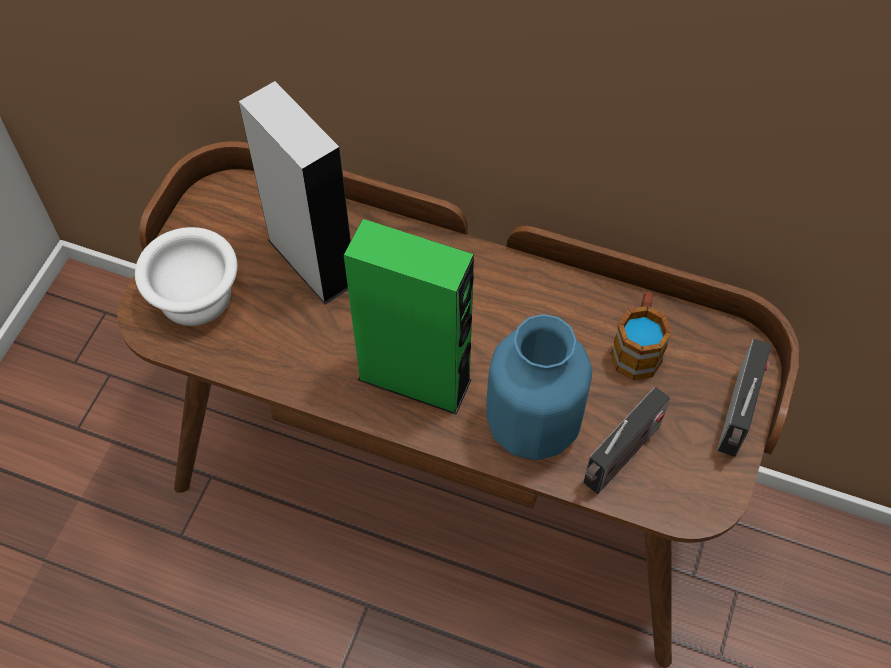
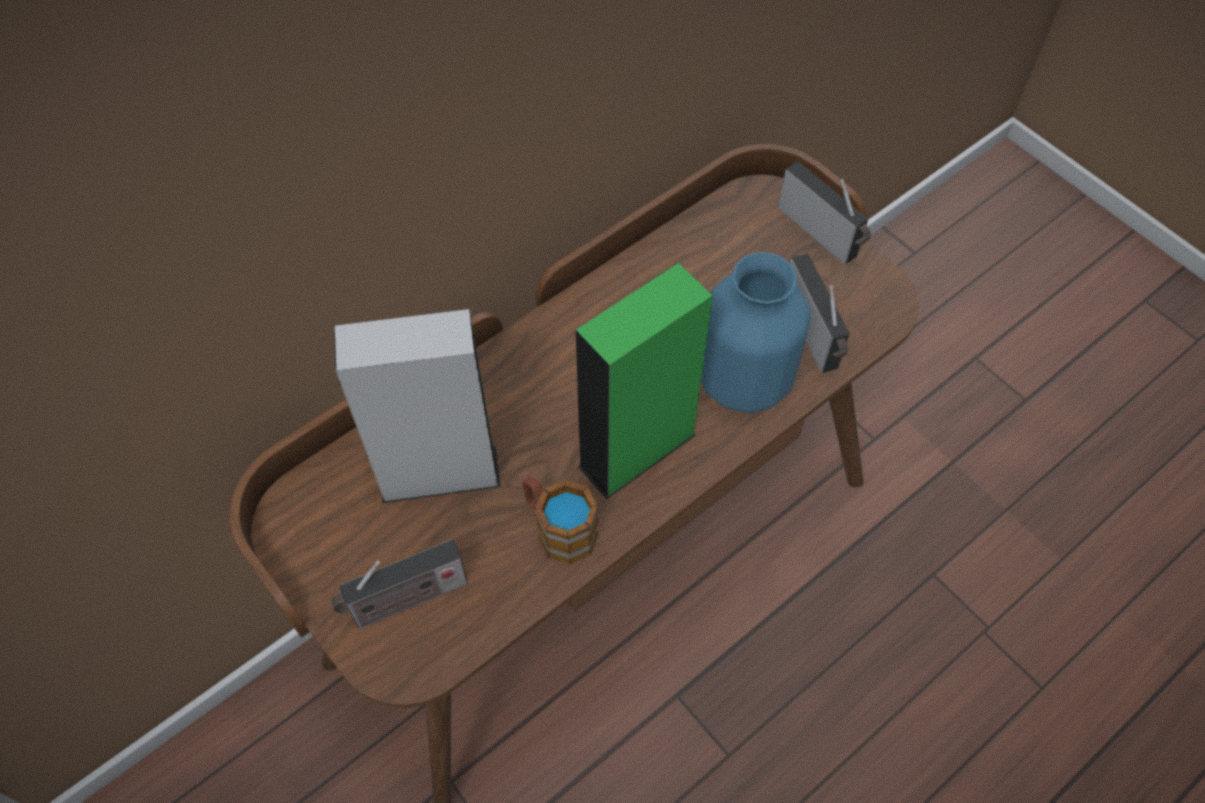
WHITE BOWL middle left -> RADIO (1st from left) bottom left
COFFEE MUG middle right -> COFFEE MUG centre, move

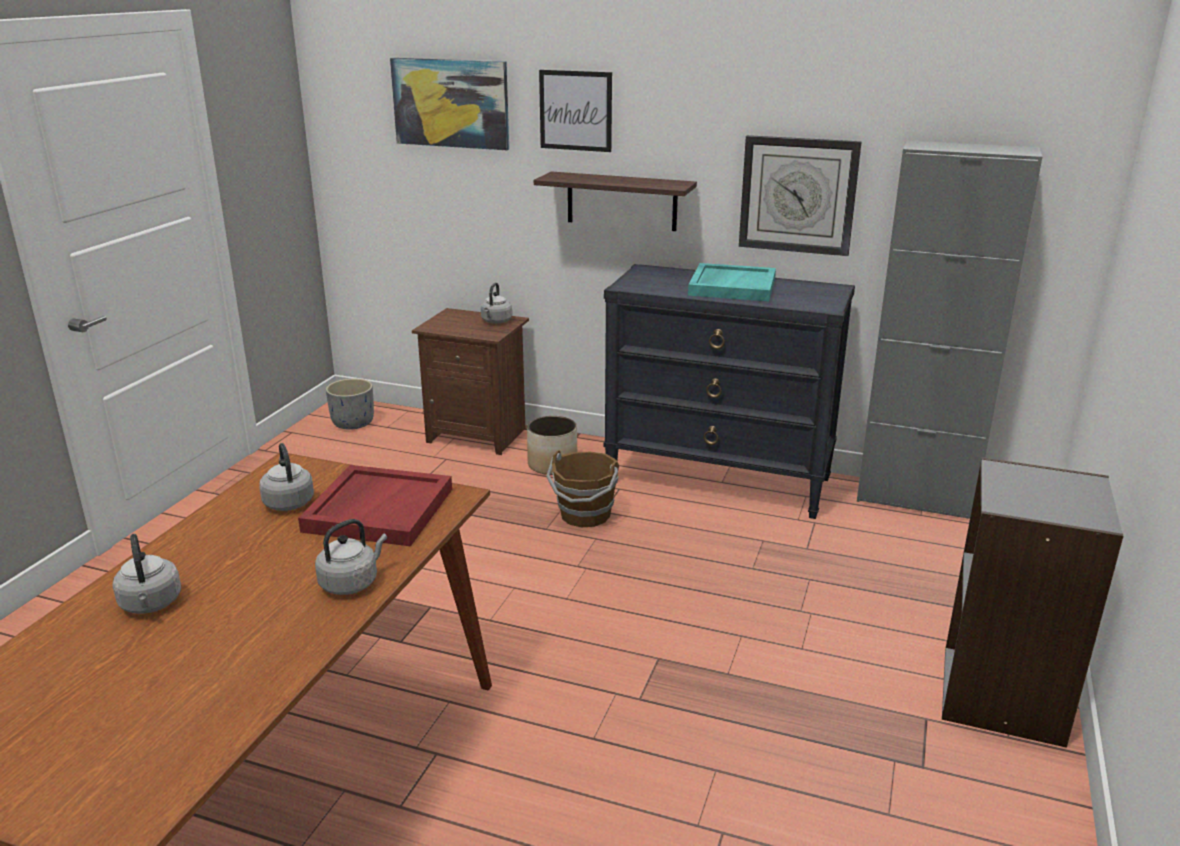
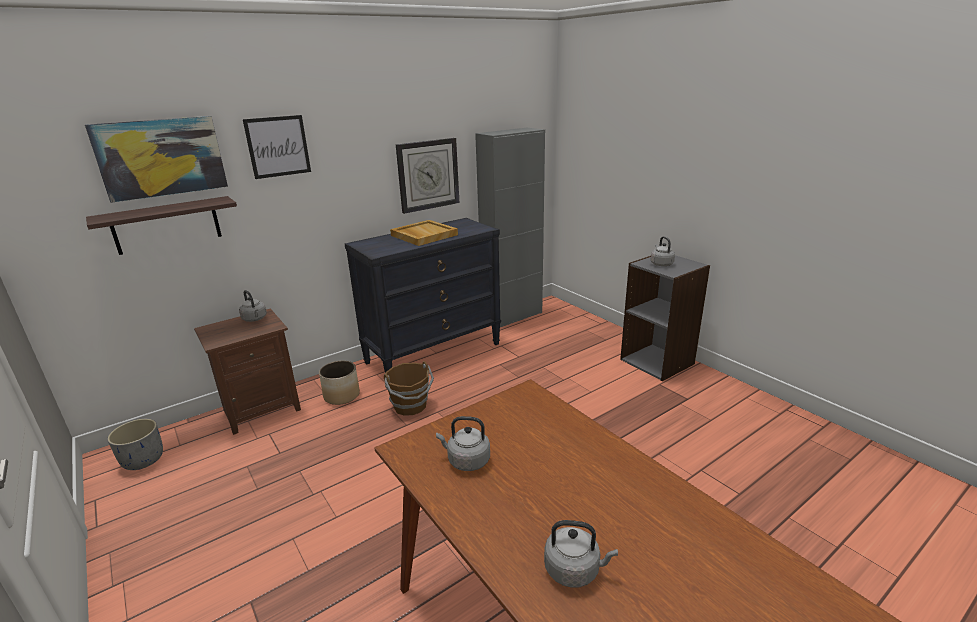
WALL SHELF top centre -> WALL SHELF middle left, move
TURQUOISE-COLOURED SERVING TRAY centre -> BEIGE SERVING TRAY centre
GREY KETTLE (3rd from left in the first image) middle left -> GREY KETTLE (4th from left) middle right, move
REDDISH SERVING TRAY middle left -> none

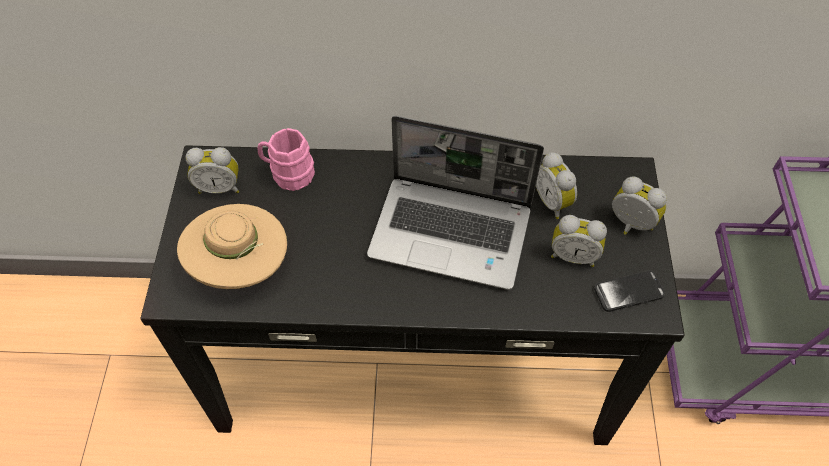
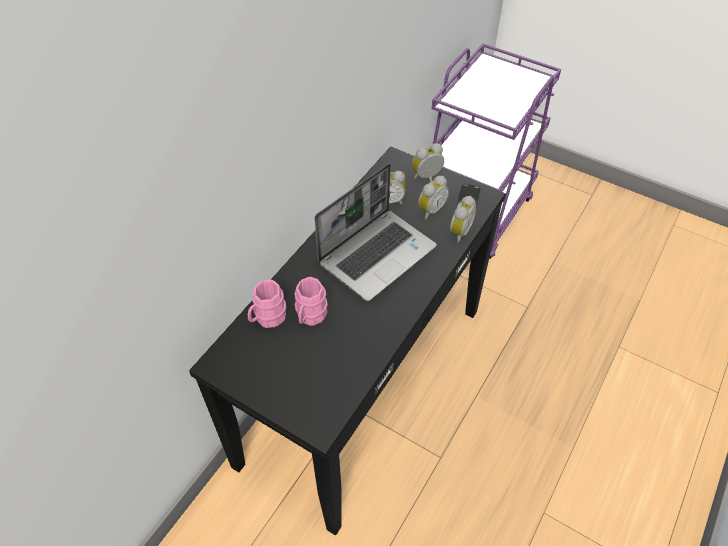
none -> PINKISH COFFEE MUG (2nd from left) centre
BEDSIDE CLOCK (1st from left in the first image) middle left -> BEDSIDE CLOCK (4th from left) centre, move
BEIGE WEARABLE HAT middle left -> none

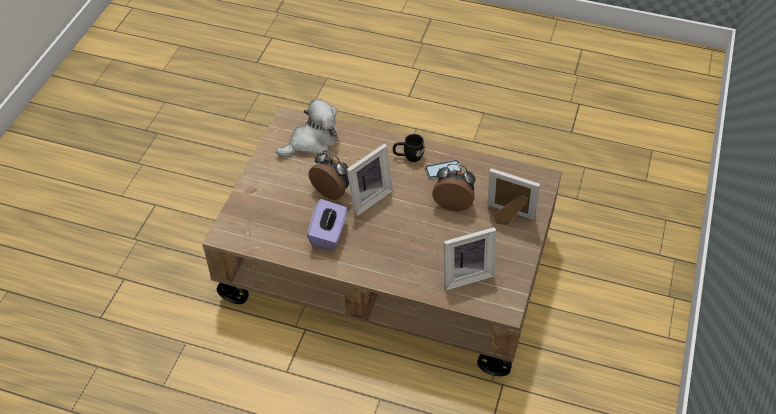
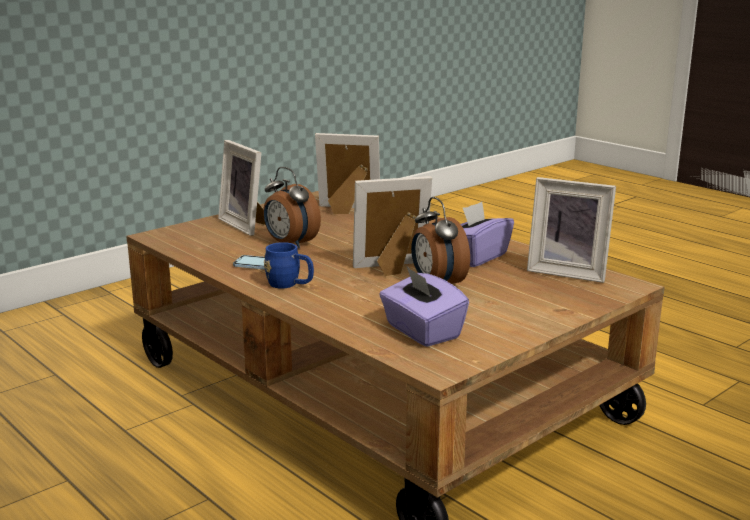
BLACK-COLOURED COFFEE MUG centre -> BLUE-COLOURED COFFEE MUG centre
SOFT TOY top centre -> PURPLISH TISSUE HOLDER (1st from left) centre
none -> PHOTO FRAME (4th from left) middle right

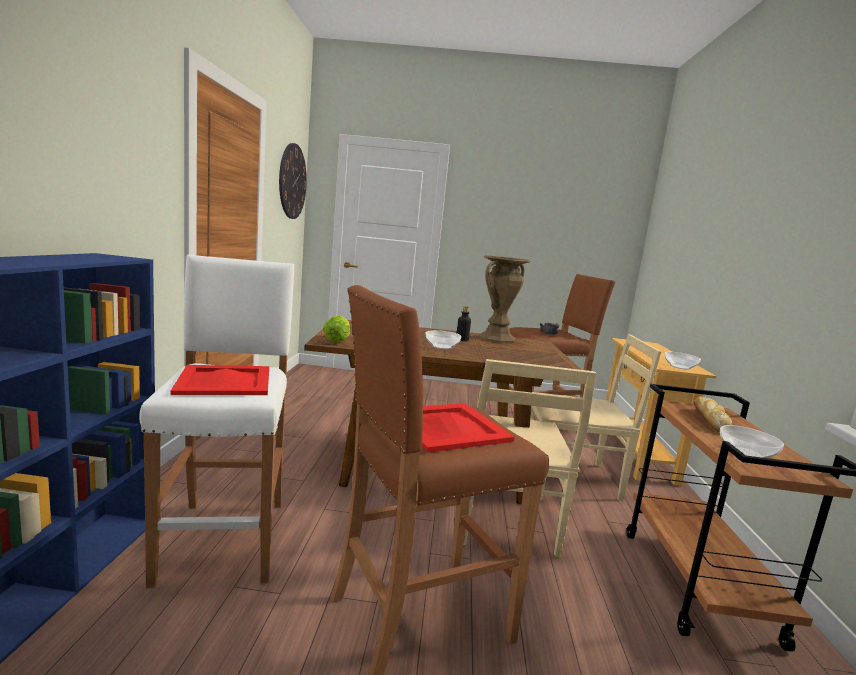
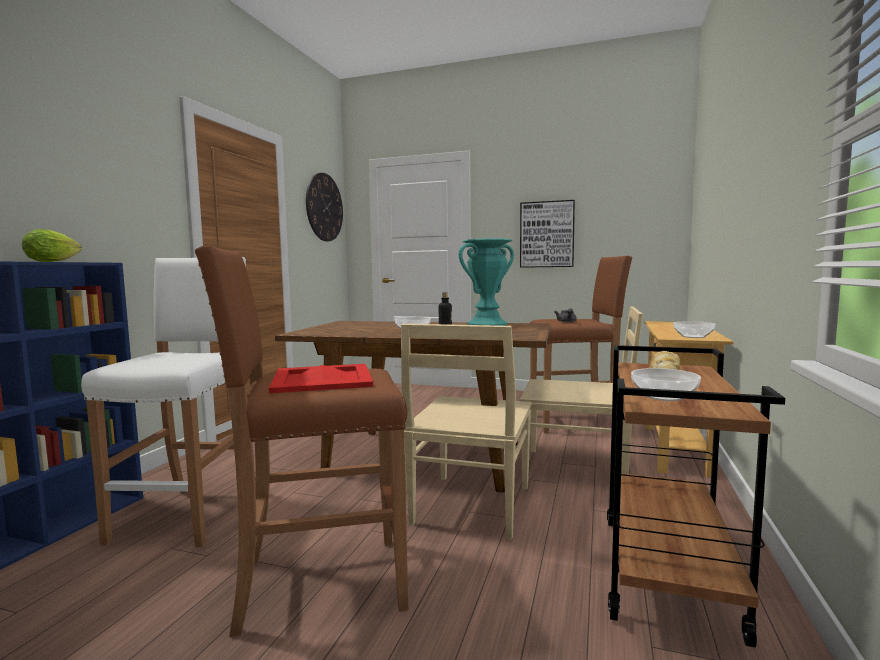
LETTUCE HEAD centre -> LETTUCE HEAD middle left, move
BROWNISH DECORATIVE VASE centre -> TURQUOISE-COLOURED DECORATIVE VASE centre
none -> WALL ART centre
REDDISH SERVING TRAY (1st from left) middle left -> none

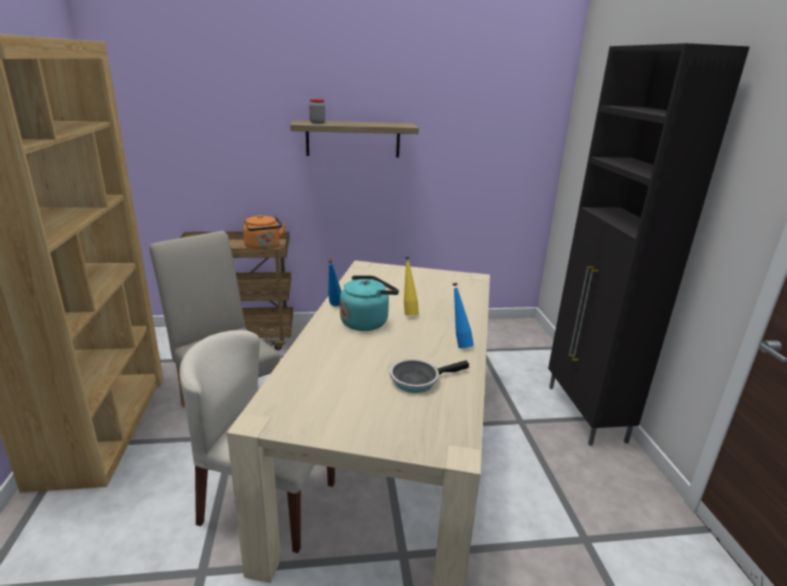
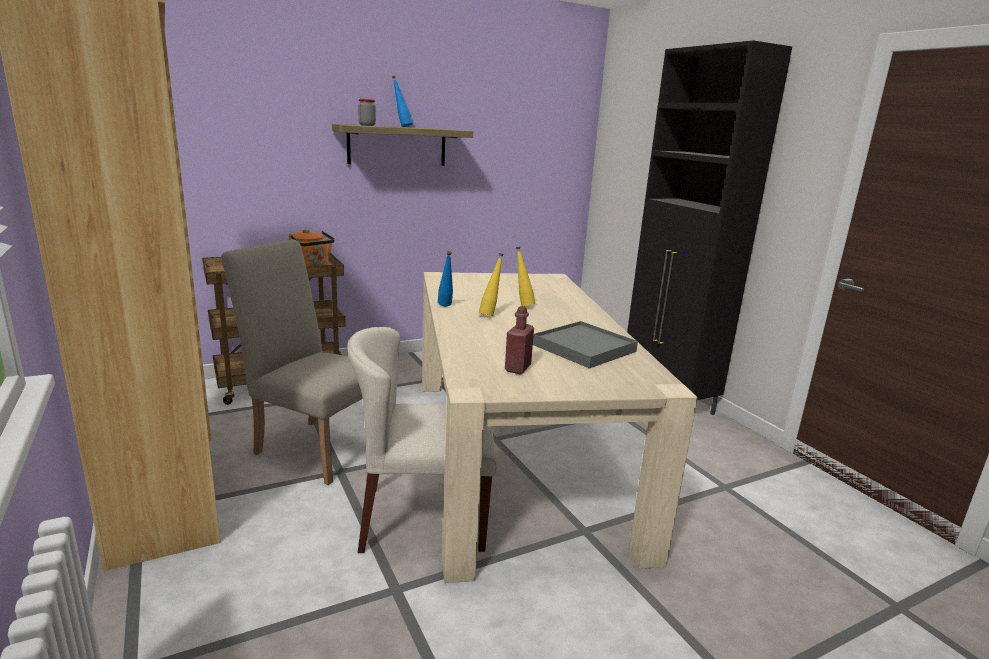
BLUE-COLOURED BEVERAGE BOTTLE (2nd from left in the first image) centre -> BLUE-COLOURED BEVERAGE BOTTLE (1st from left) top centre, move
TURQUOISE-COLOURED KETTLE centre -> YELLOWISH BEVERAGE BOTTLE (1st from left) centre
none -> REDDISH BEVERAGE BOTTLE centre
FRYING PAN centre -> GREY SERVING TRAY centre

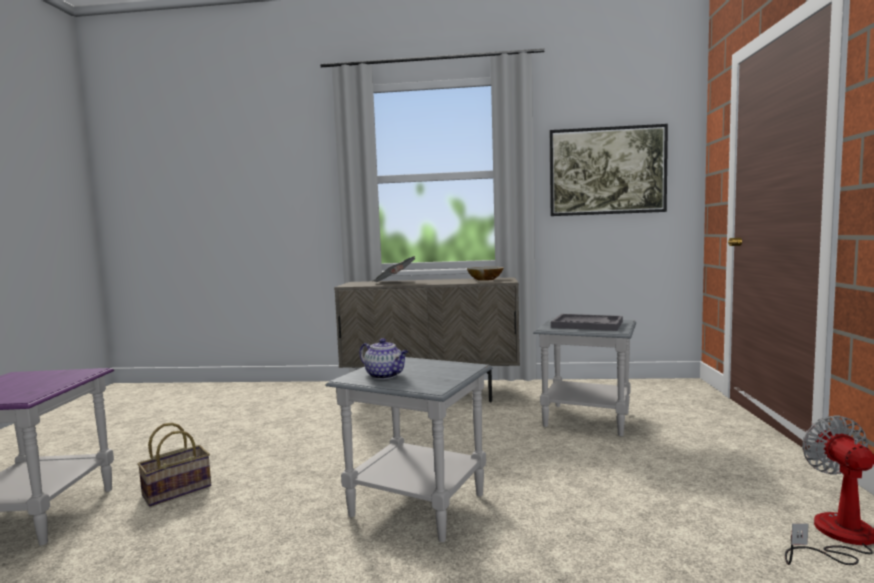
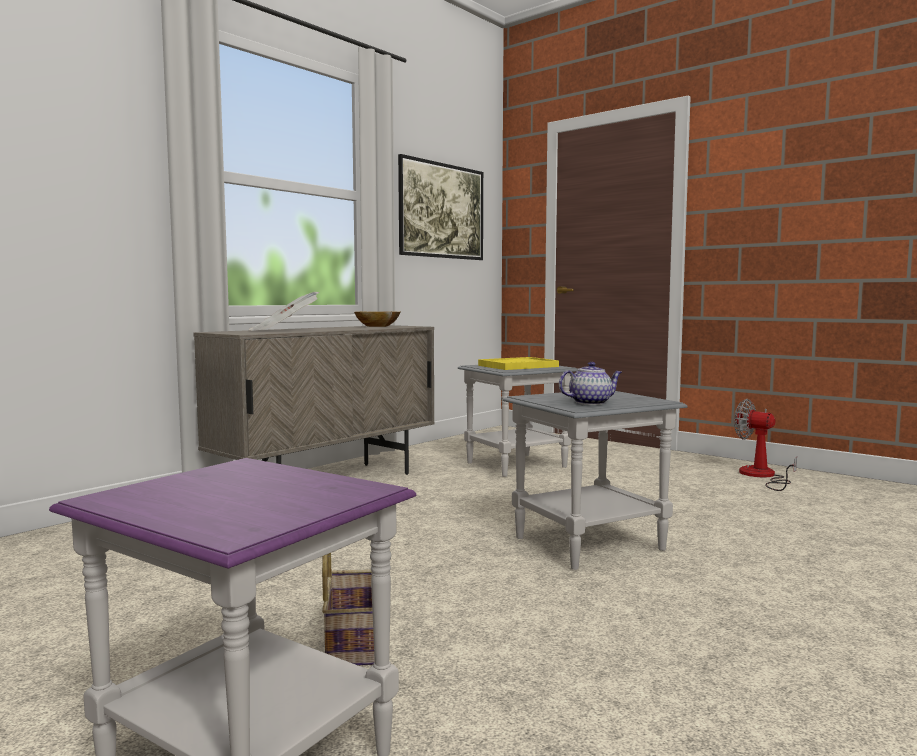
GREY SERVING TRAY middle right -> YELLOWISH SERVING TRAY centre

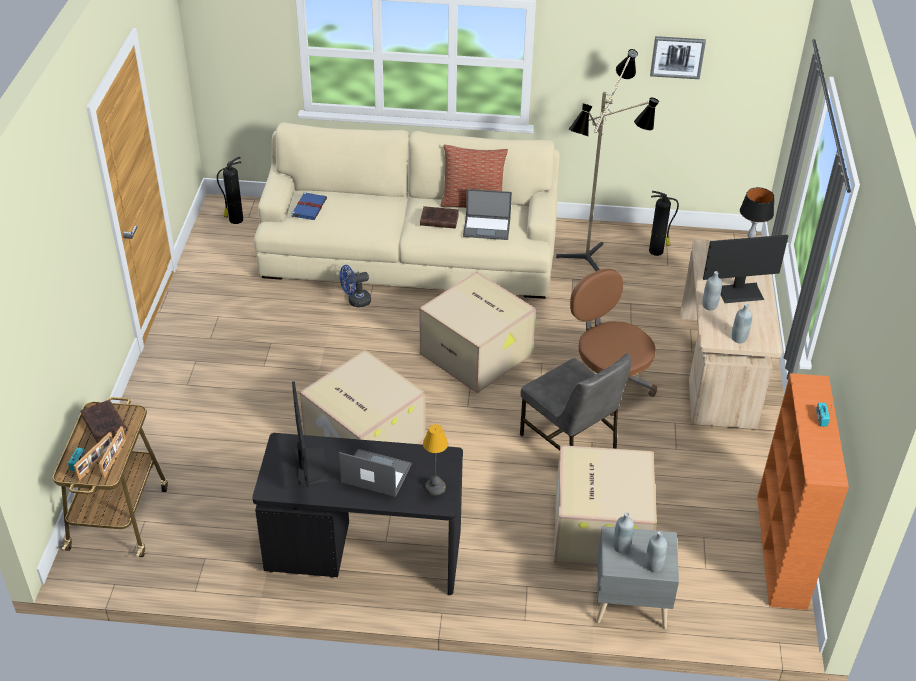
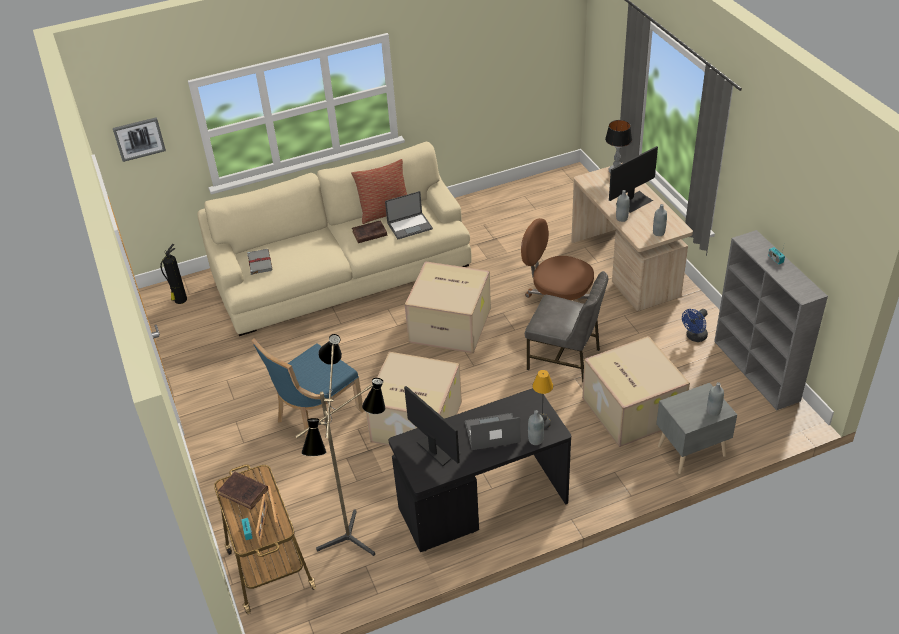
WALL ART top right -> WALL ART top left, move
BLUE-COLOURED BOUND BOOK top centre -> GREY BOUND BOOK middle left
none -> BLUE-COLOURED PLAIN CHAIR centre
STANDARD LAMP top centre -> STANDARD LAMP bottom centre, move
GREY BEVERAGE BOTTLE (1st from left) bottom right -> GREY BEVERAGE BOTTLE (1st from left) bottom centre, move
BLUE-COLOURED COOLING FAN centre -> BLUE-COLOURED COOLING FAN middle right, move
ORANGE-COLOURED SHELVING UNIT bottom right -> GREY SHELVING UNIT middle right
FIRE EXTINGUISHER (2nd from left) top right -> none

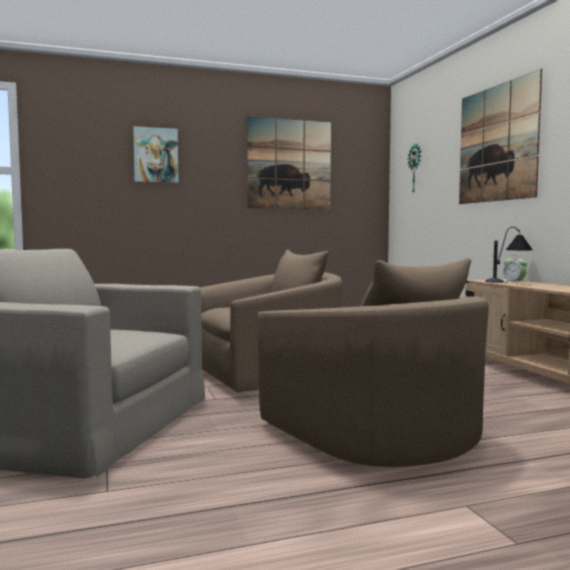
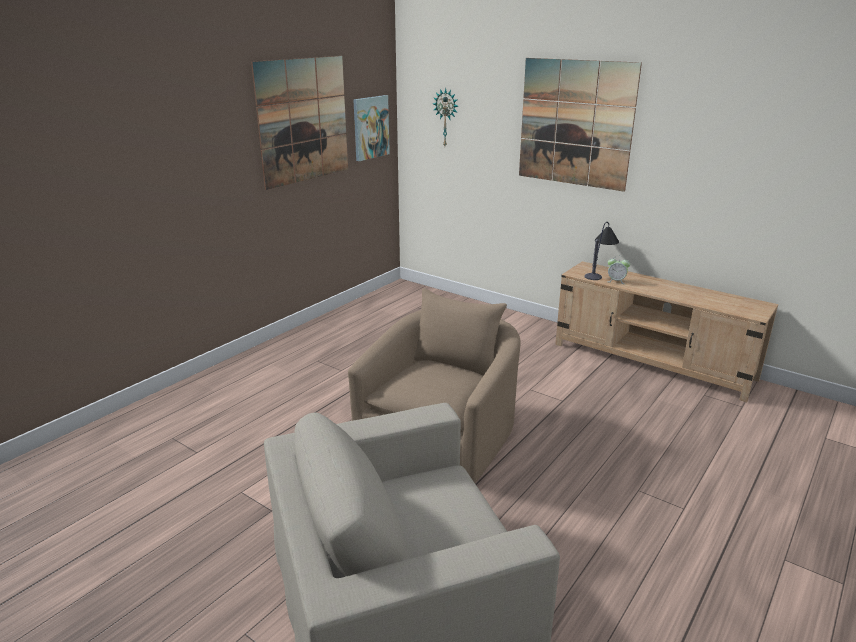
WALL ART (1st from left in the first image) top left -> WALL ART (2nd from left) top centre, move
BEIGE LOUNGE CHAIR (3rd from left) centre -> none

